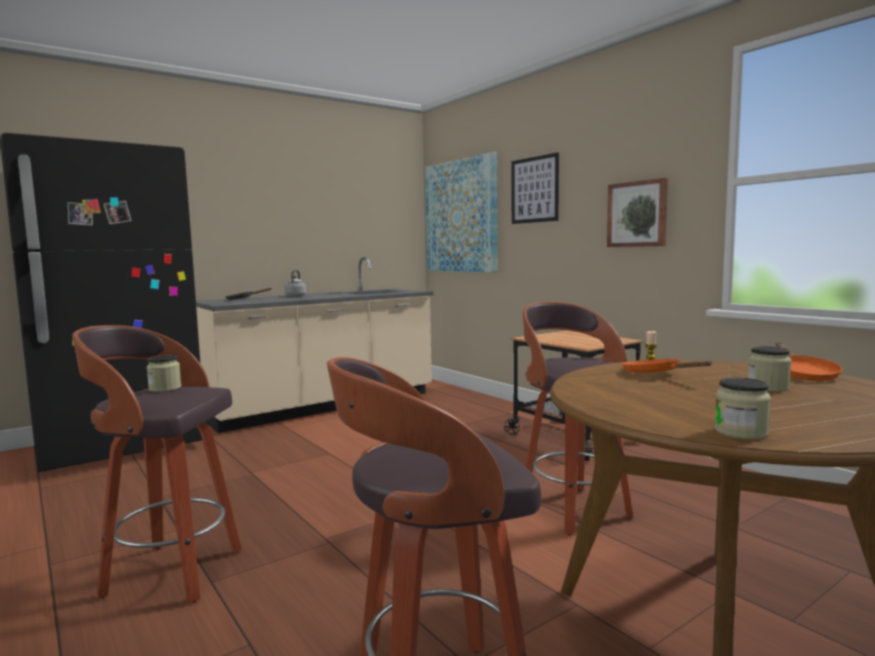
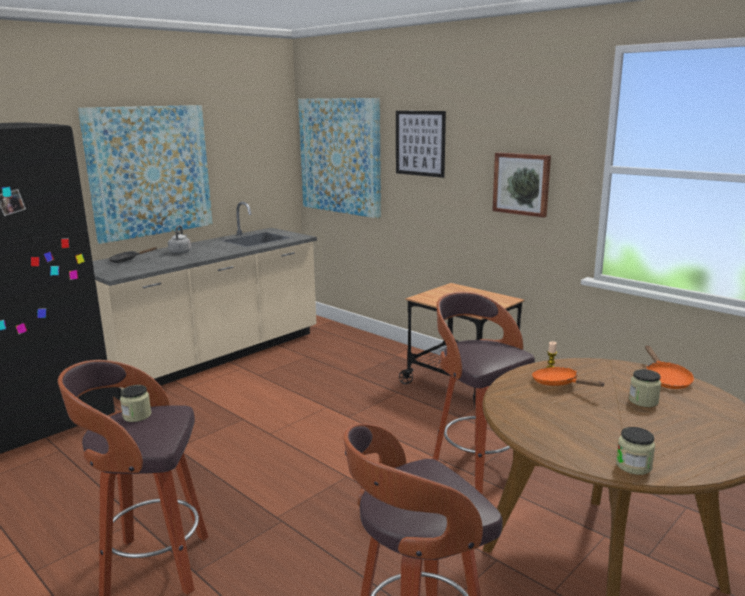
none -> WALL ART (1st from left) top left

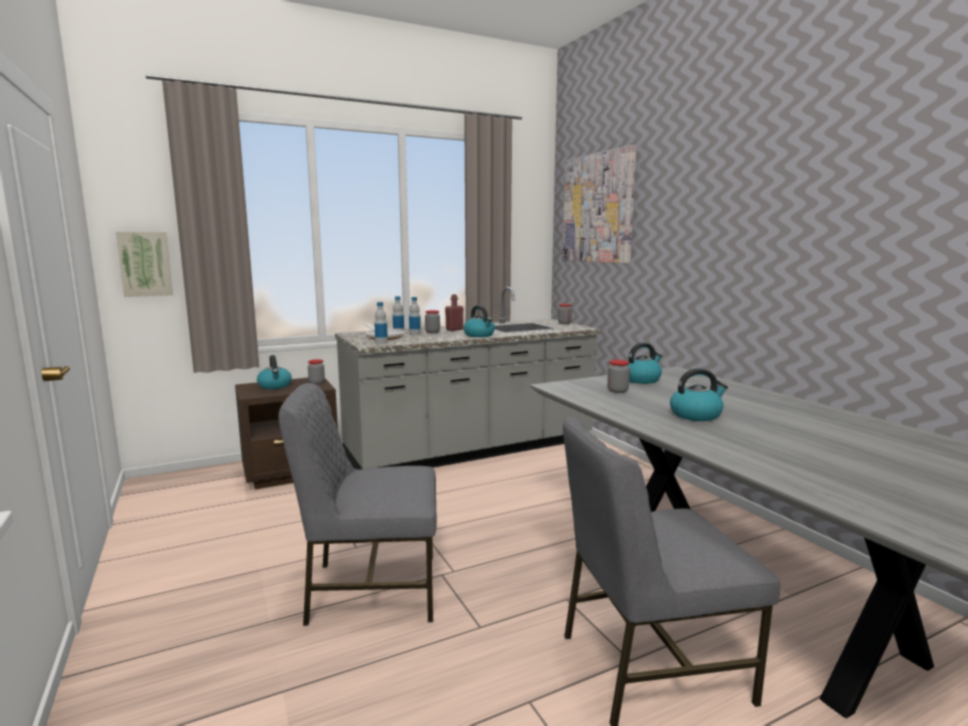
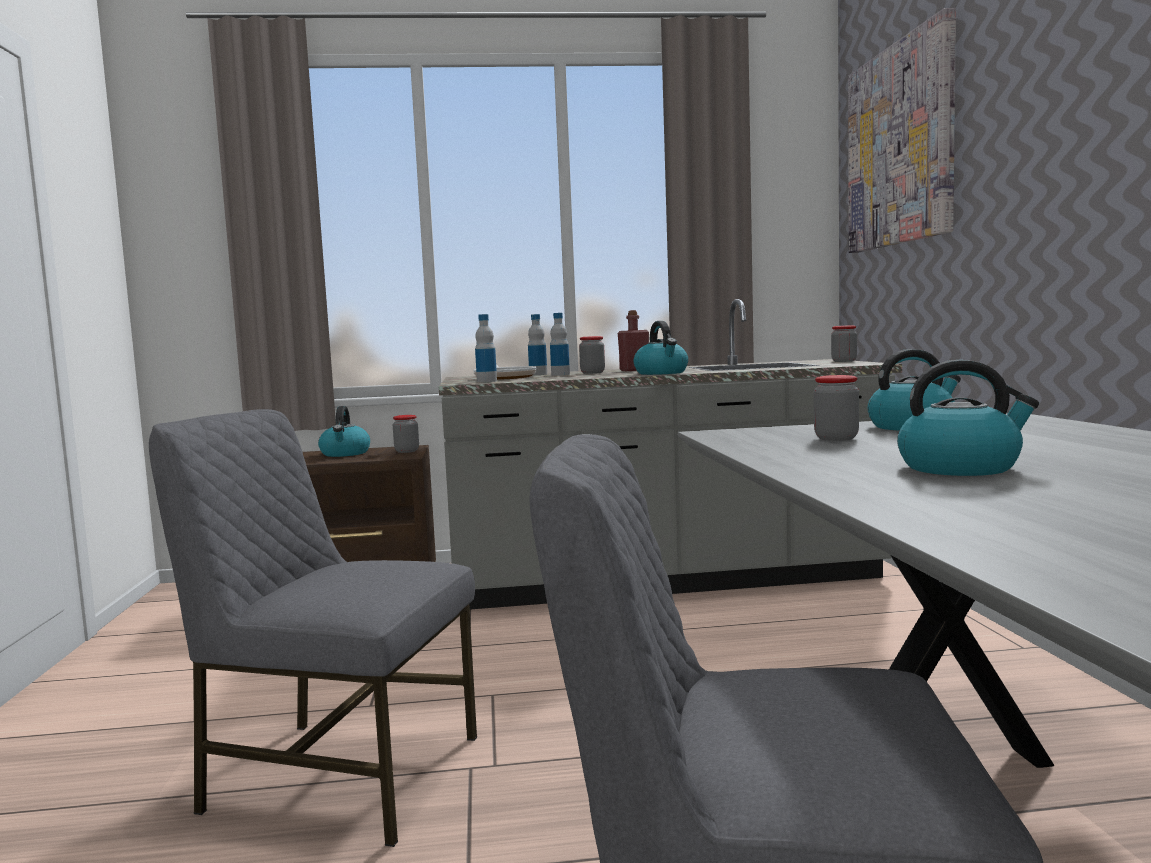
WALL ART (1st from left) middle left -> none

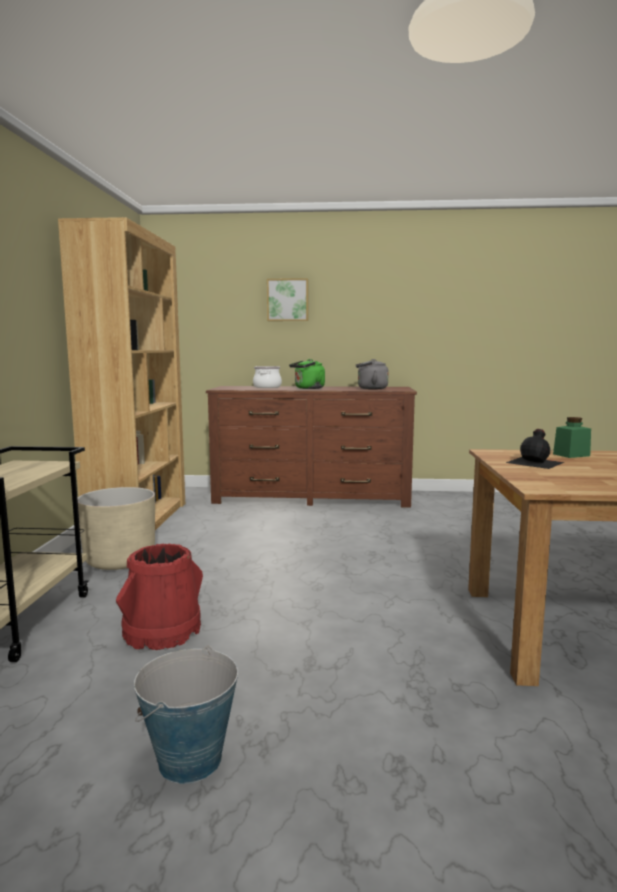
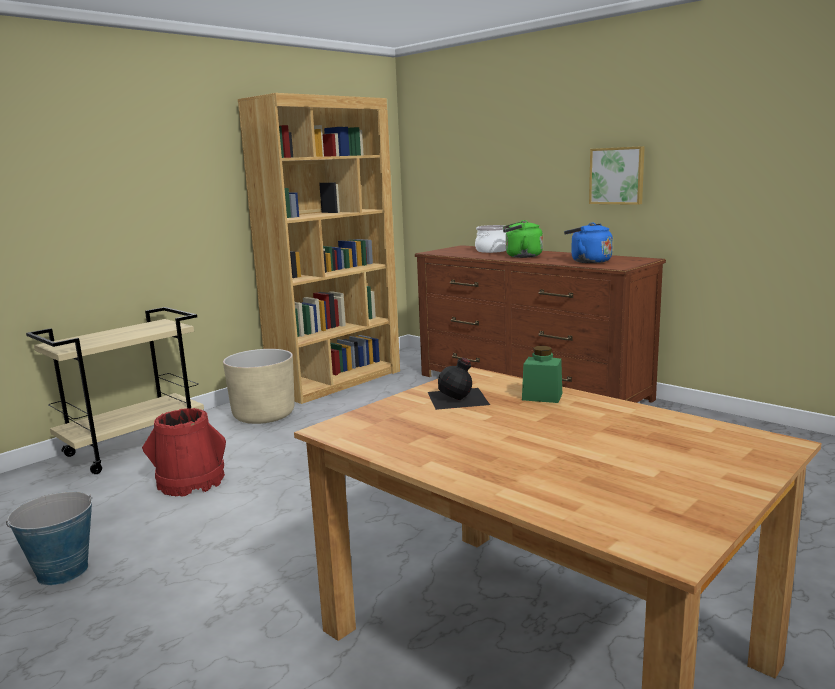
GREY KETTLE centre -> BLUE-COLOURED KETTLE middle right
WALL ART centre -> WALL ART top right, move

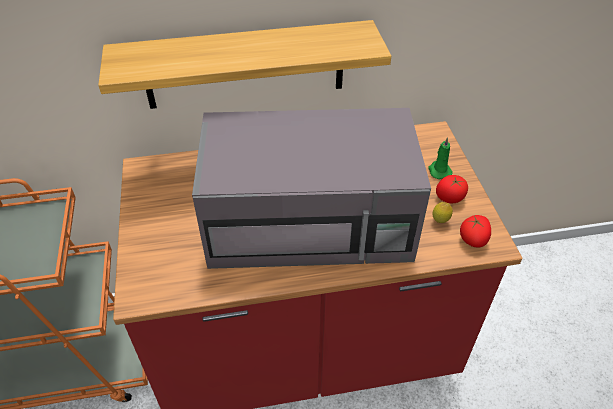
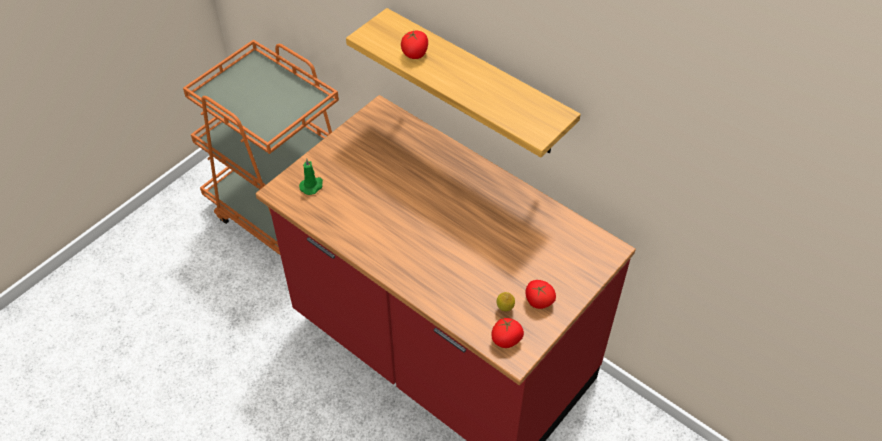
GREEN WAX LIGHT middle right -> GREEN WAX LIGHT centre, move
none -> FRESH TOMATO (1st from left) top centre
GREY MICROWAVE centre -> none

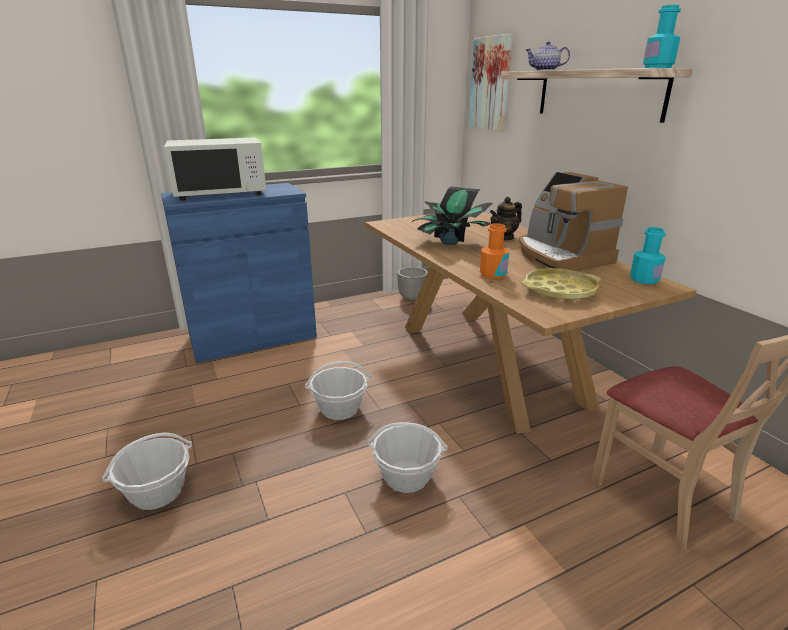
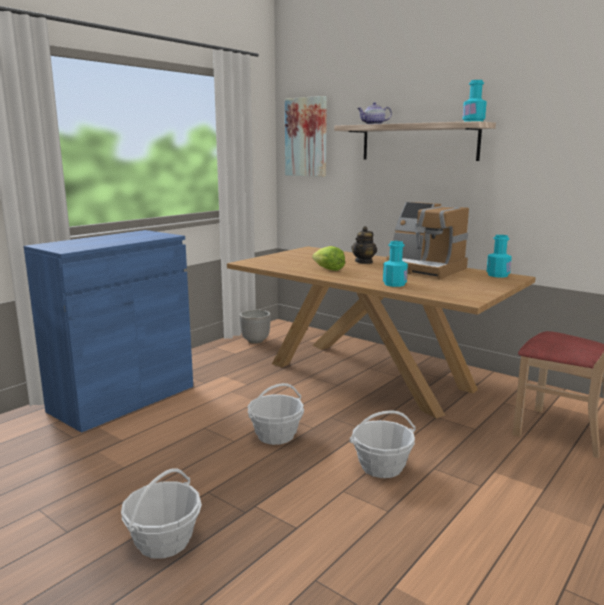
POTTED PLANT centre -> LETTUCE HEAD centre
ORANGE-COLOURED BEVERAGE BOTTLE centre -> TURQUOISE-COLOURED BEVERAGE BOTTLE (1st from left) centre
WHITE MICROWAVE top left -> none
YELLOWISH SERVING TRAY middle right -> none

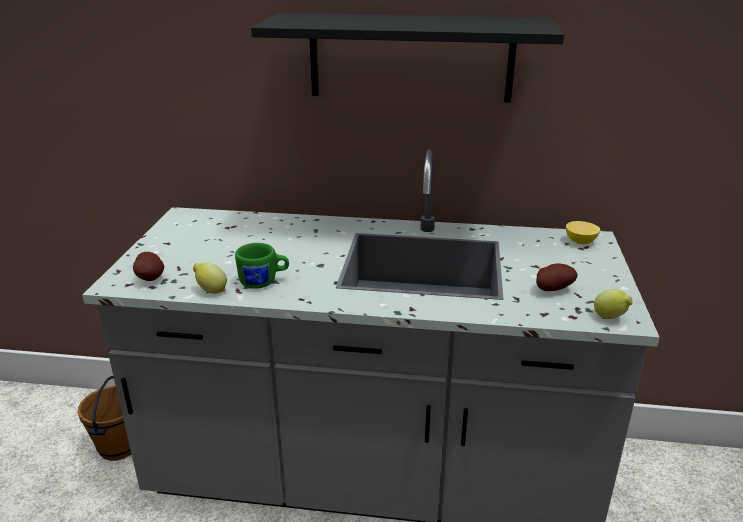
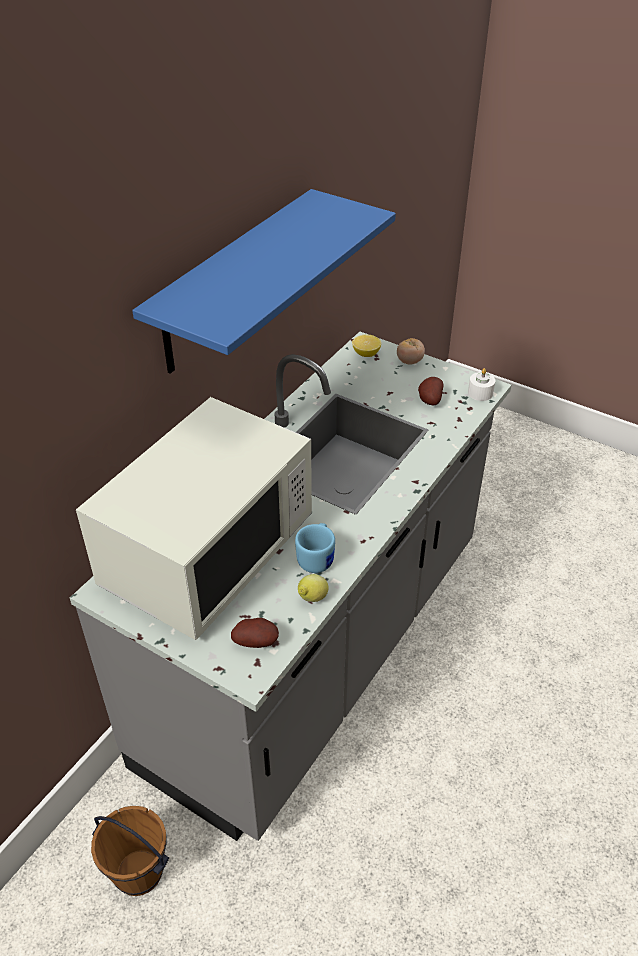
none -> WHITE MICROWAVE middle left
BLACK-COLOURED WALL SHELF top centre -> BLUE-COLOURED WALL SHELF top centre
GREEN COFFEE MUG centre -> BLUE-COLOURED COFFEE MUG centre
none -> FRESH TOMATO centre
LEMON (3rd from left) middle right -> WHITE WAX LIGHT middle right

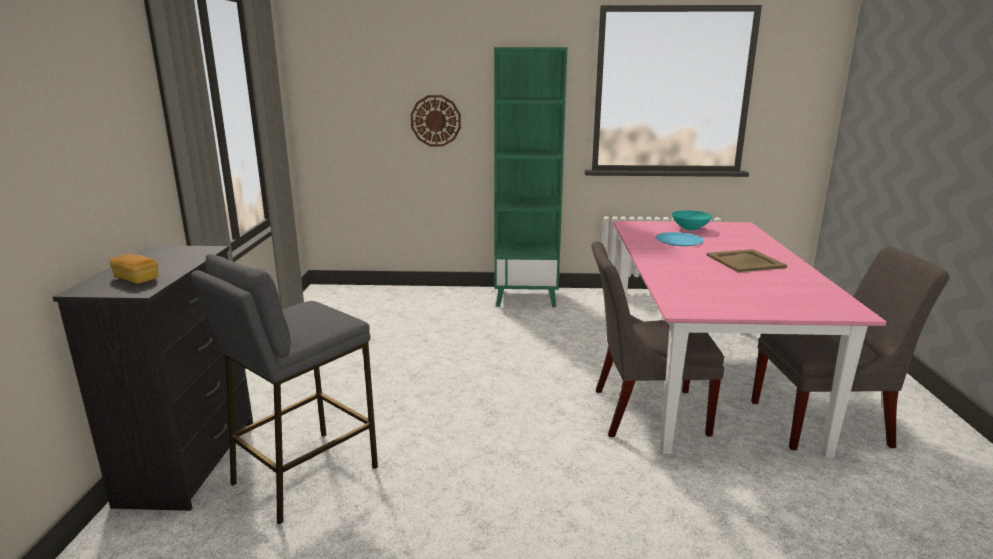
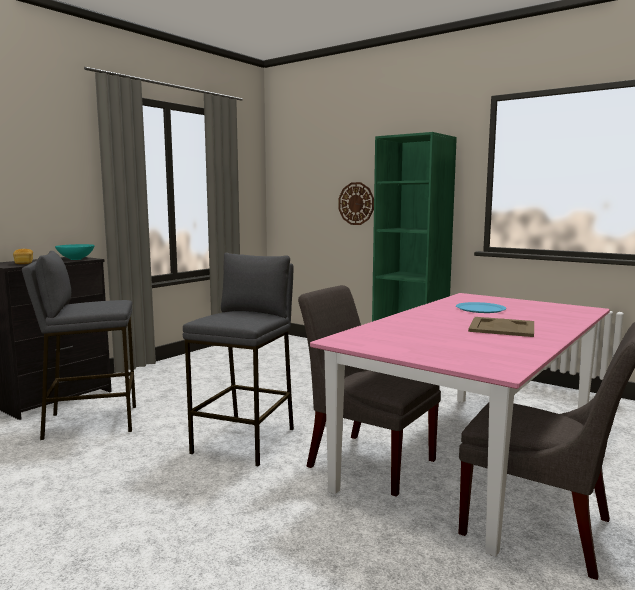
TURQUOISE-COLOURED BOWL middle right -> TURQUOISE-COLOURED BOWL middle left, move
none -> GREY STOOL (2nd from left) centre

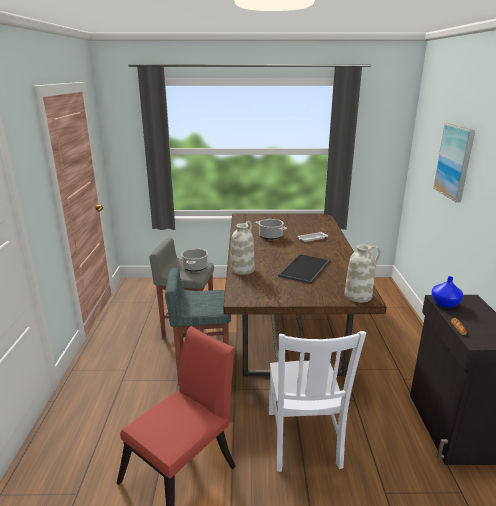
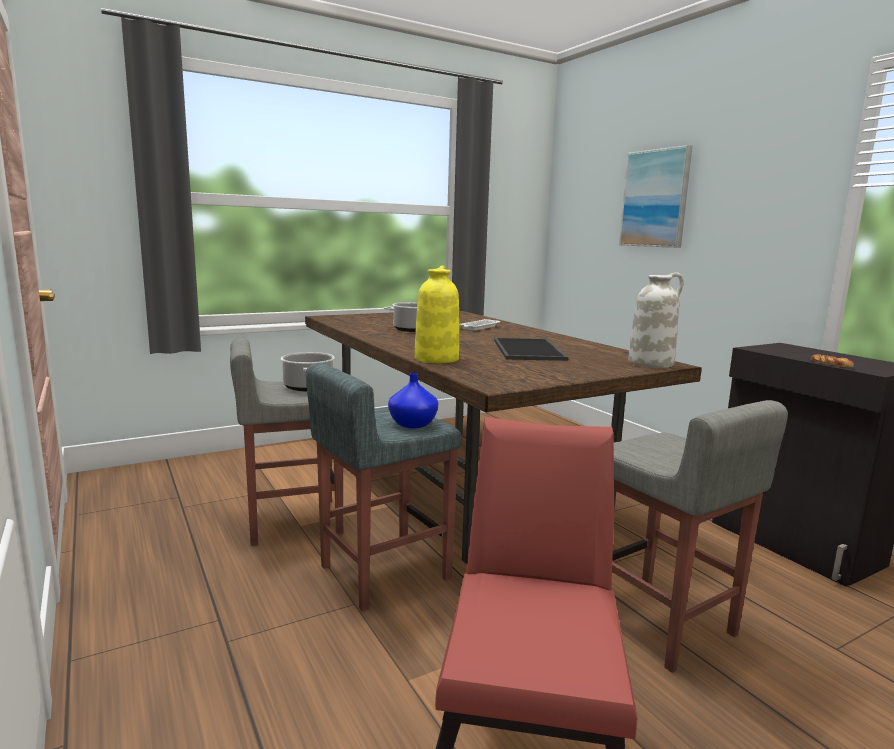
BLUE-COLOURED DECORATIVE VASE middle right -> BLUE-COLOURED DECORATIVE VASE centre, move
WHITE DECORATIVE VASE (1st from left) centre -> YELLOWISH DECORATIVE VASE centre
WHITE PLAIN CHAIR bottom centre -> GREY STOOL (3rd from left) bottom right

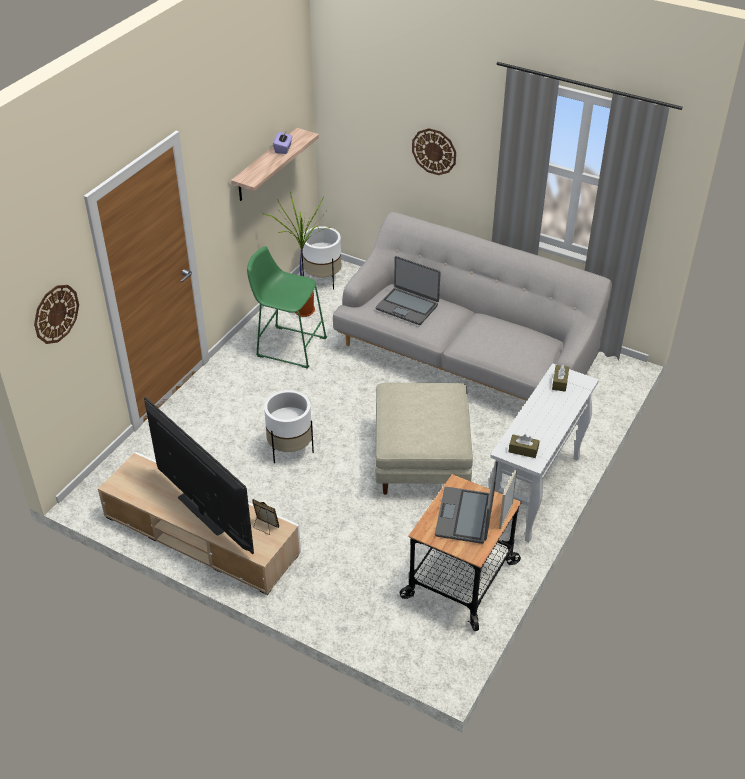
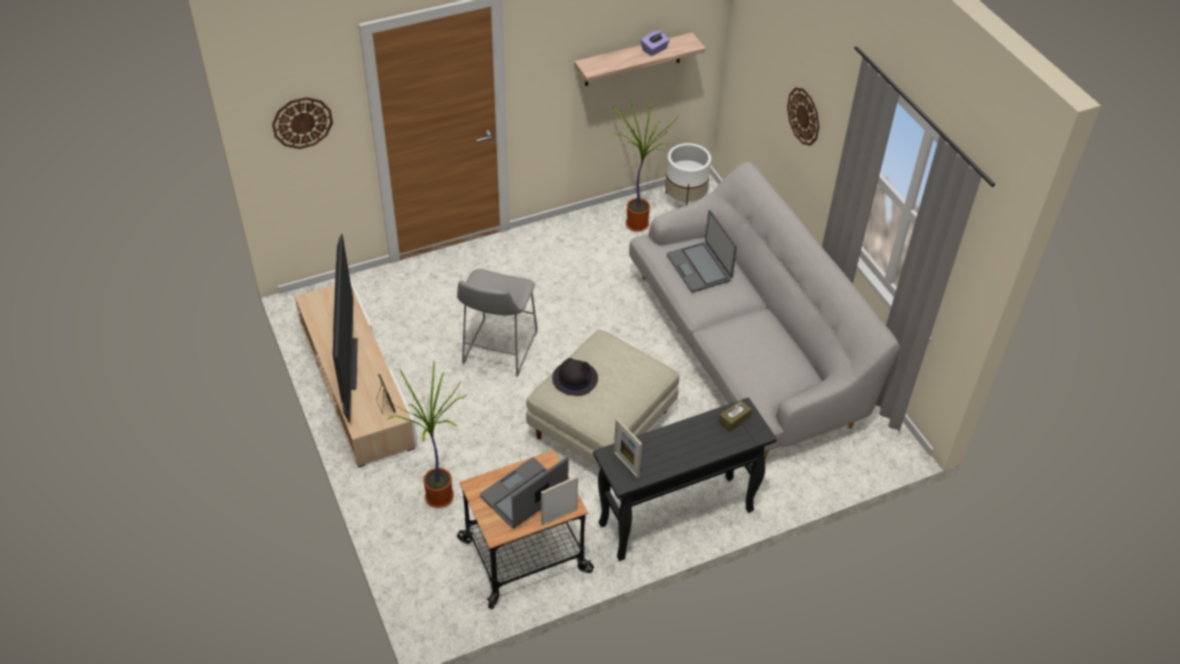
none -> POTTED PLANT (1st from left) centre
WHITE PLANTER (1st from left) centre -> GREY STOOL centre
none -> BLACK-COLOURED WEARABLE HAT centre
WHITE CONSOLE TABLE middle right -> BLACK-COLOURED CONSOLE TABLE bottom centre
BROWNISH TISSUE HOLDER (1st from left) middle right -> PHOTO FRAME (3rd from left) bottom centre
GREEN STOOL centre -> none

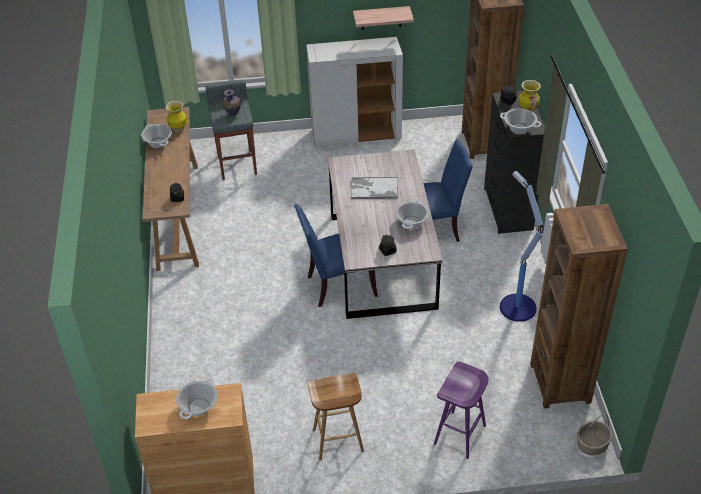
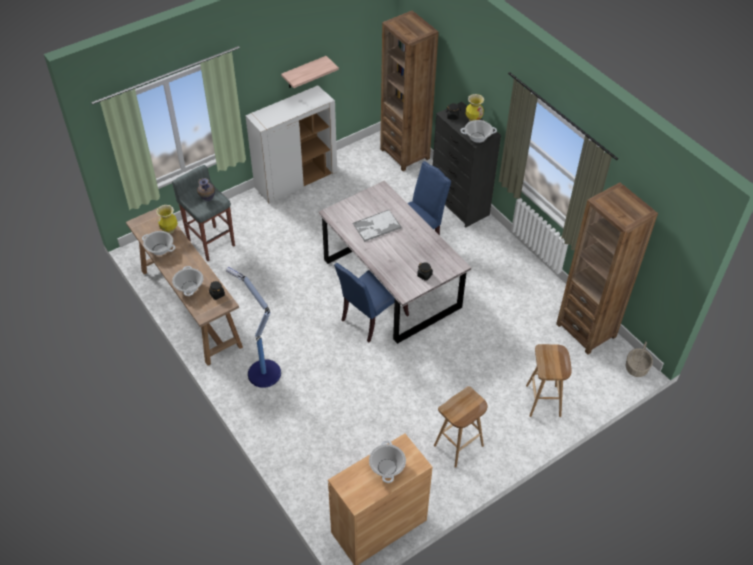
SAUCEPOT (3rd from left in the first image) centre -> SAUCEPOT (2nd from left) middle left, move
STANDARD LAMP middle right -> STANDARD LAMP centre, move
PURPLISH STOOL bottom centre -> BROWNISH STOOL (2nd from left) bottom right

